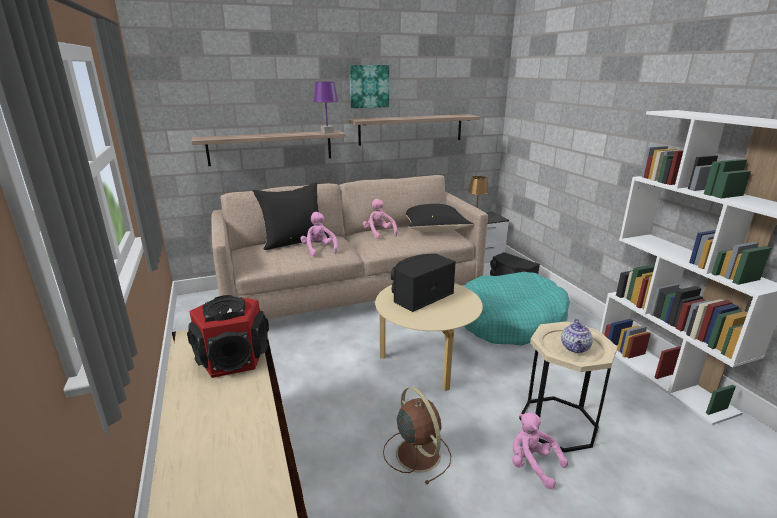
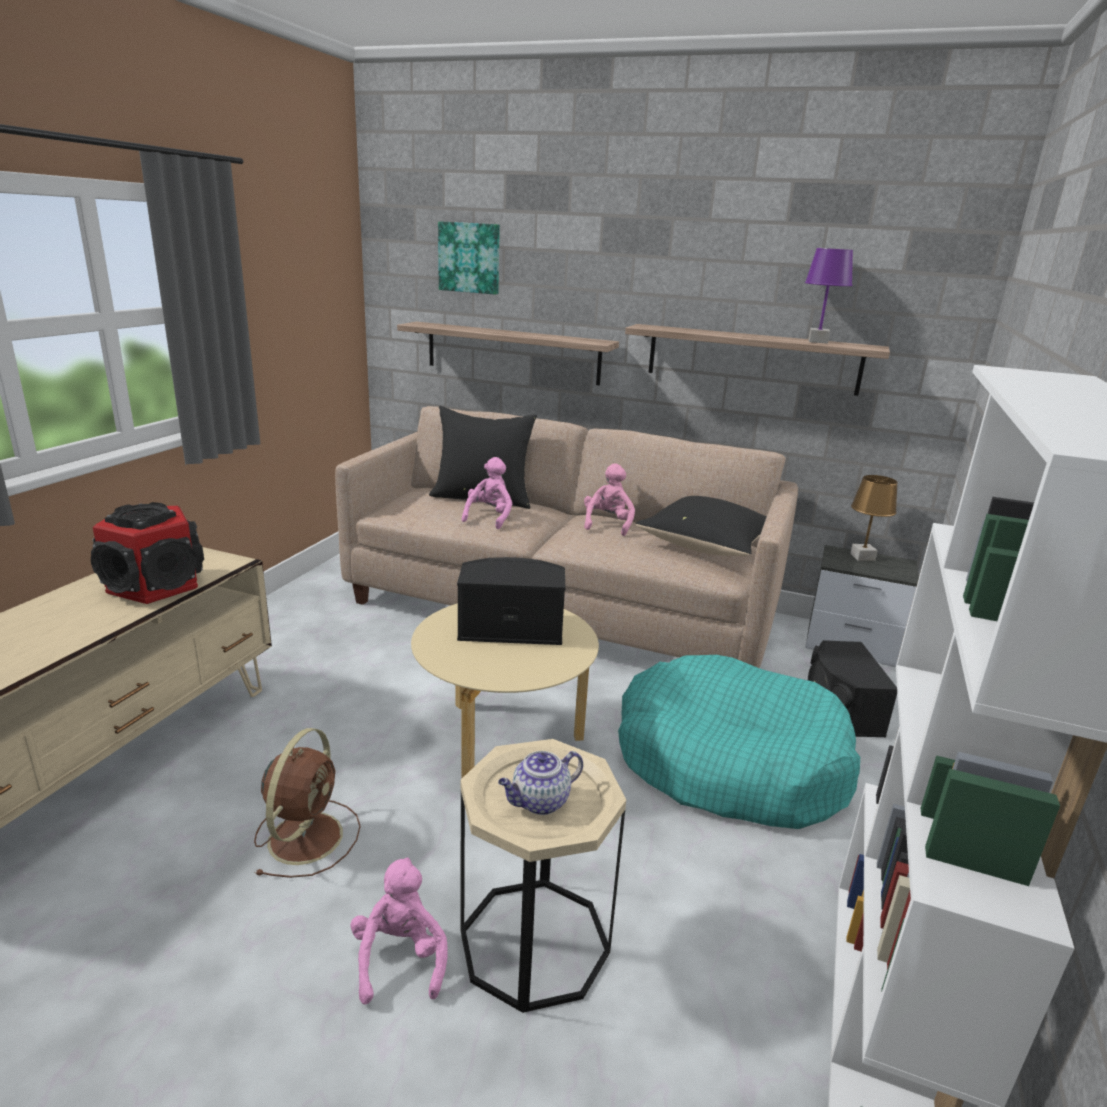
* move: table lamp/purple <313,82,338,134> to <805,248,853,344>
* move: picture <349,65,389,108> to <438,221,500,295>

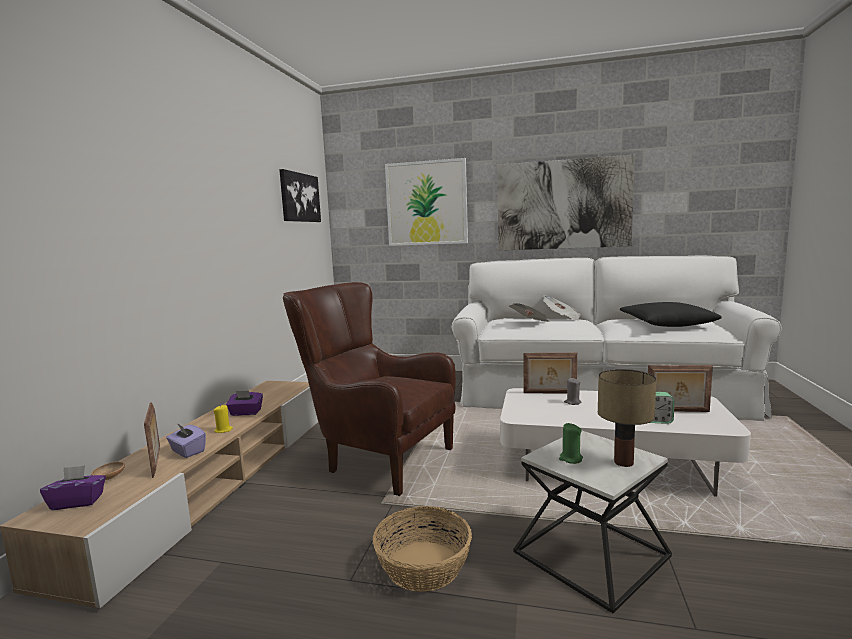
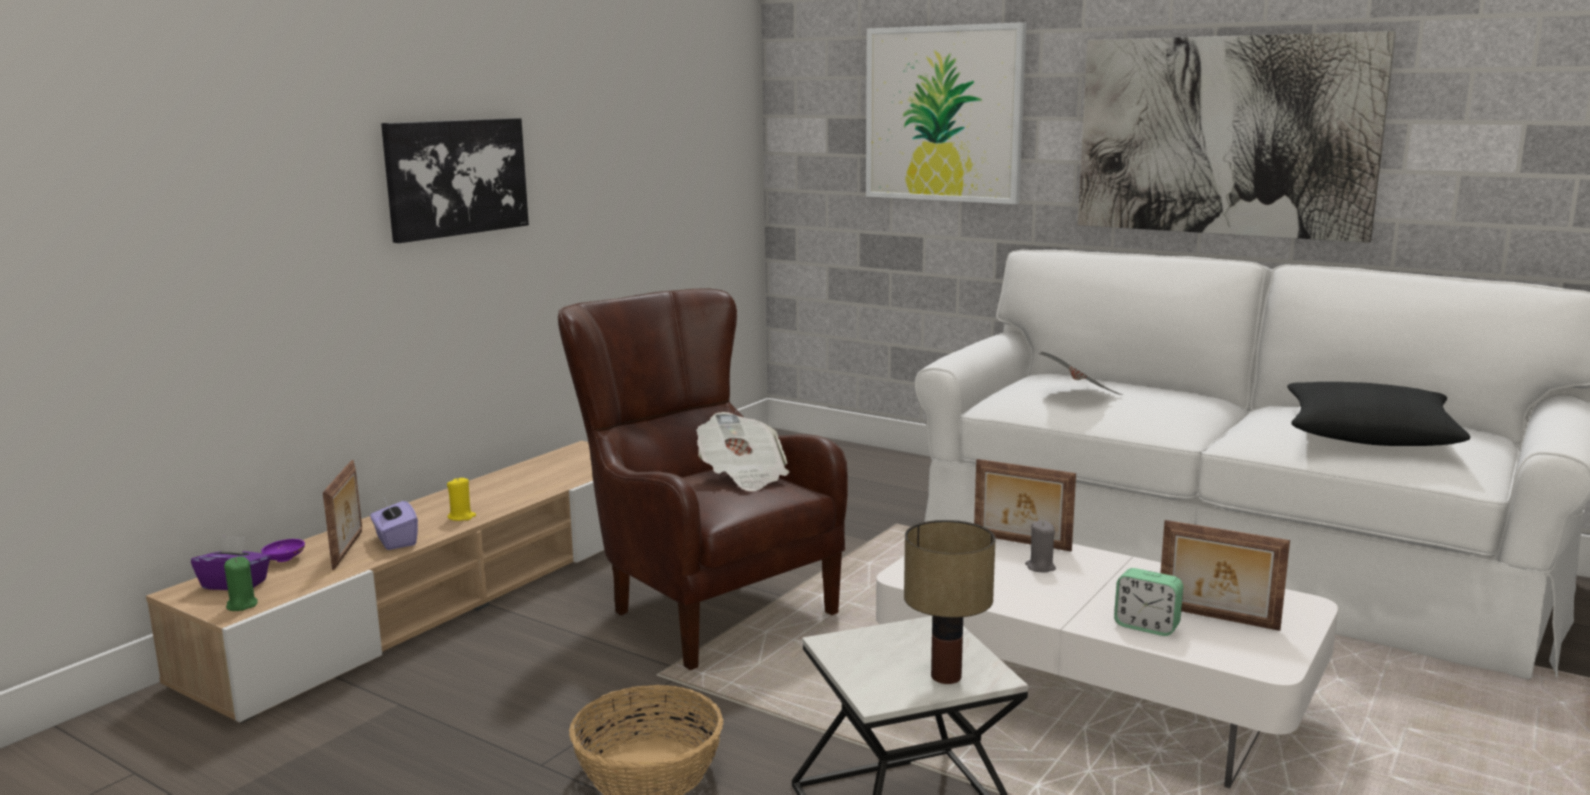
* delete: tissue box/purple <226,391,263,416>
* move: picture <279,169,321,222> to <381,118,529,243>
* move: newspaper <543,295,581,320> to <696,412,789,492>
* move: candle/green <559,423,583,464> to <224,556,258,611>
* recolor: bowl/brown <91,462,125,480> to bowl/purple <261,539,305,562>

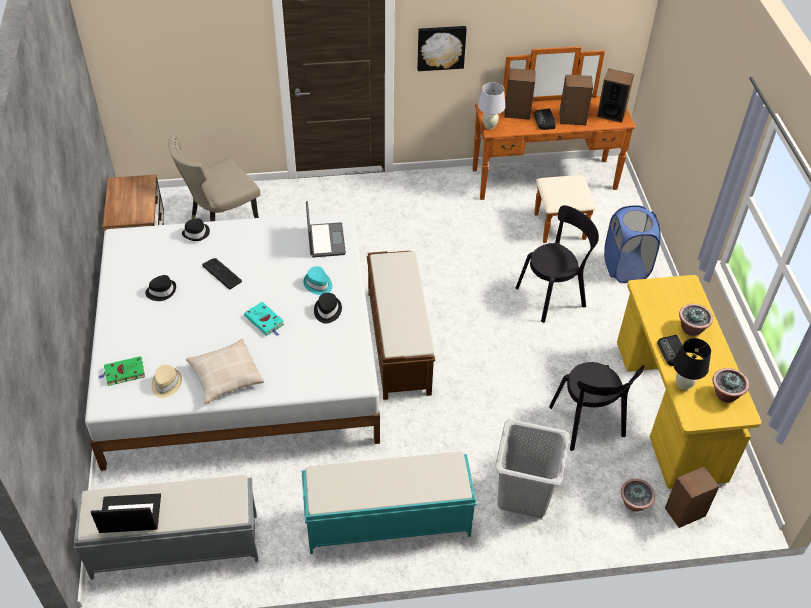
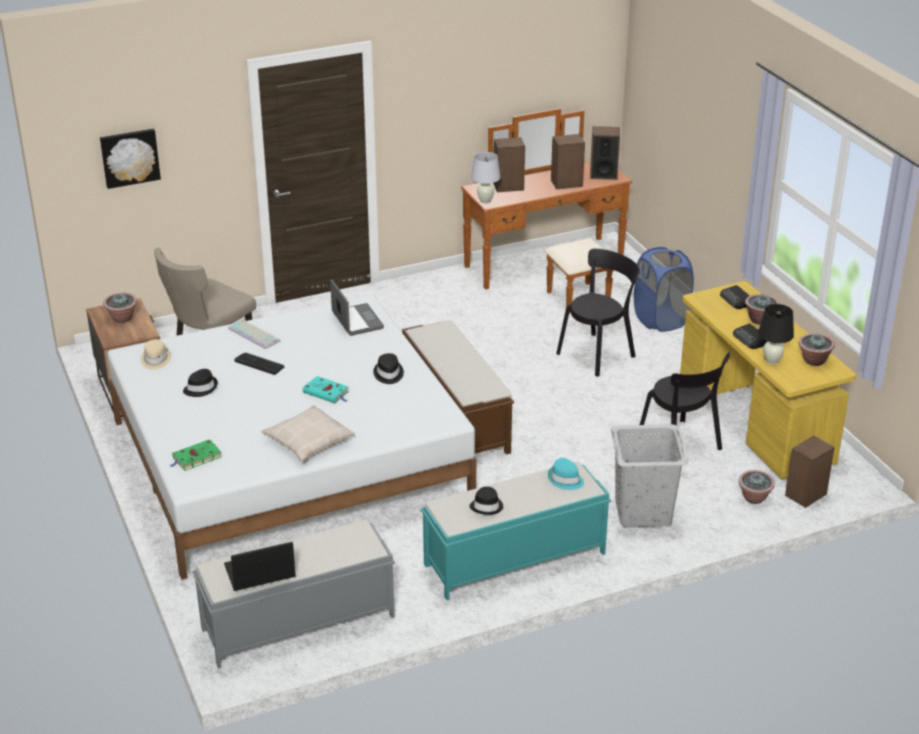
* insert: potted plant <103,292,137,323>
* insert: keyboard <228,319,280,349>
* move: hat/beige <152,365,182,398> to <141,339,171,370>
* move: hat/black <182,218,210,241> to <470,487,503,515>
* move: hat/turquoise <304,266,332,295> to <548,458,584,490>
* move: picture <417,26,467,71> to <100,129,161,189>
* move: radio <534,108,556,130> to <720,285,750,309>

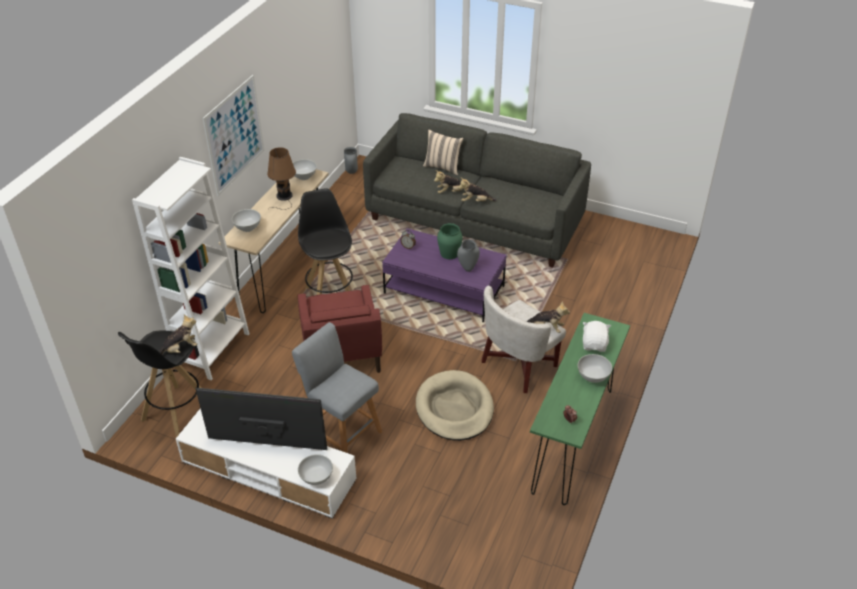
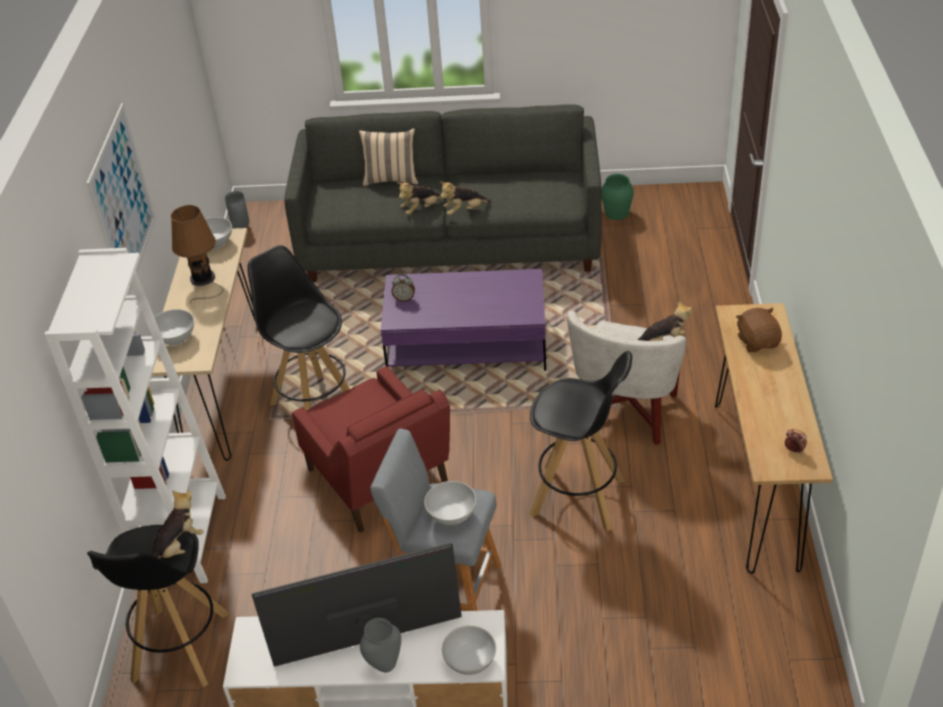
* move: vase/green <437,223,463,259> to <601,174,634,220>
* move: vase/grey <457,240,480,272> to <360,618,401,672>
* move: bowl/white <578,354,612,383> to <424,481,477,525>
* replace: dog bed/beige <416,370,494,441> to stool/black <529,351,632,531>
* recolor: console table/green <530,313,630,505> to console table/brown <715,303,833,574>
* recolor: plush toy/white <583,321,611,352> to plush toy/brown <736,308,782,352>

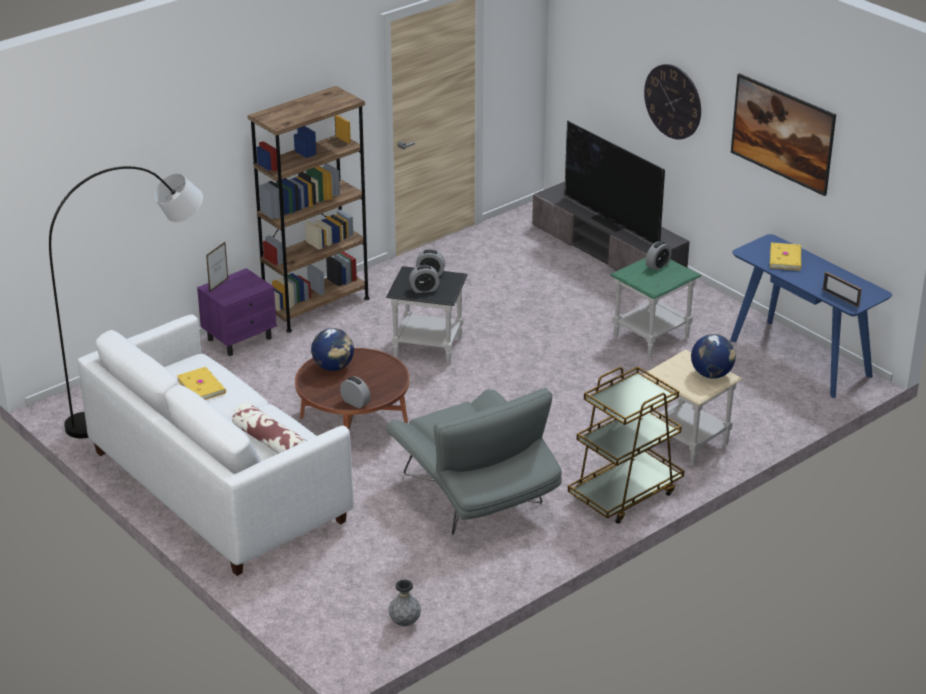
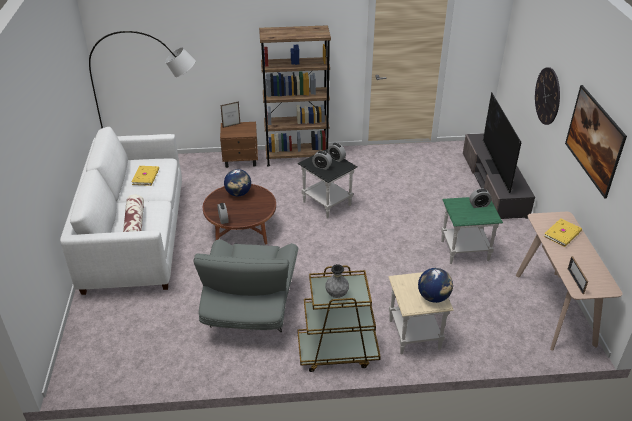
* move: vase/grey <388,580,421,626> to <325,264,349,298>
* recolor: nightstand/purple <197,268,277,356> to nightstand/brown <220,122,258,168>
* recolor: console table/blue <730,234,892,398> to console table/beige <516,212,623,351>

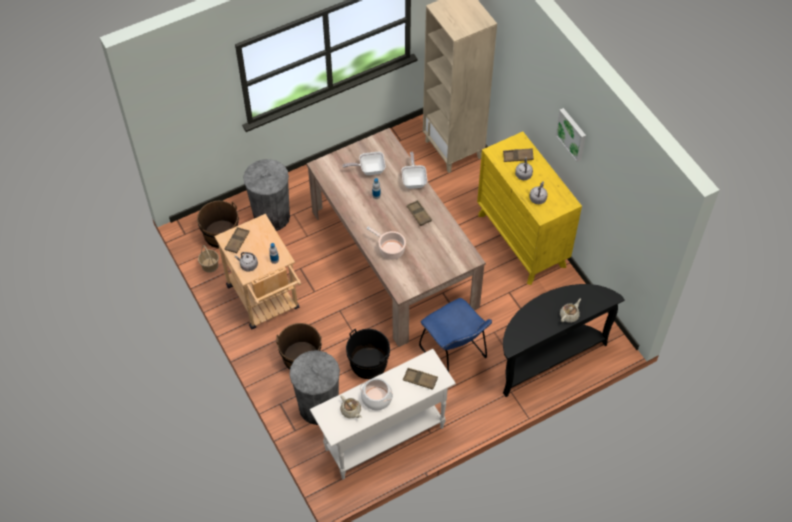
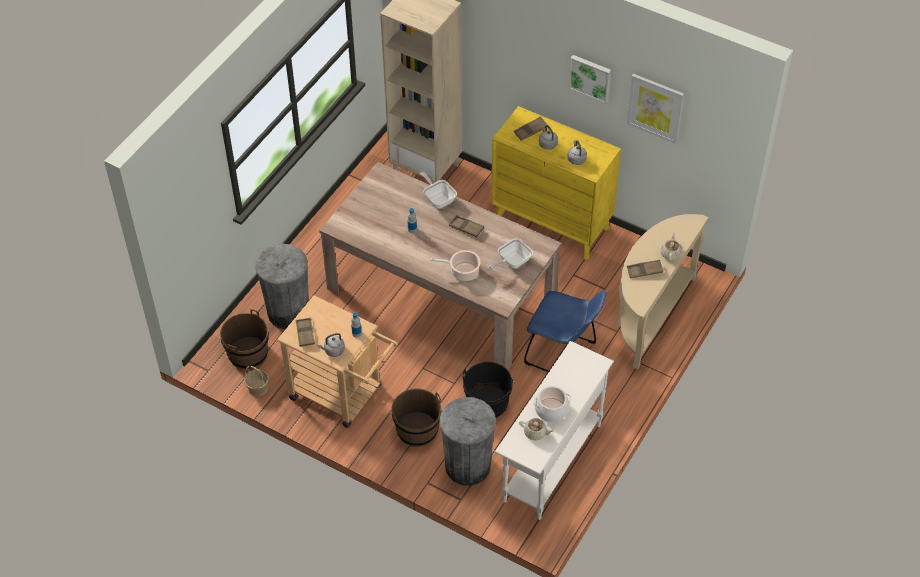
* insert: picture <627,74,684,144>
* move: frying pan <342,152,386,175> to <488,238,533,271>
* move: tray/brown <403,368,438,390> to <627,260,663,278>
* recolor: console table/black <503,284,625,397> to console table/beige <616,214,709,369>

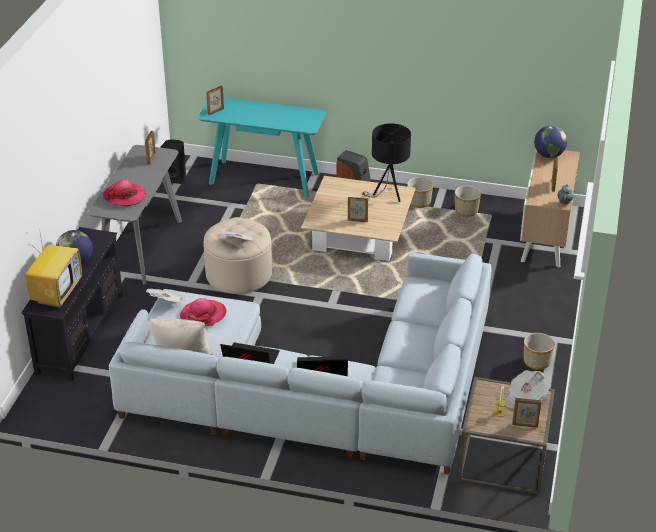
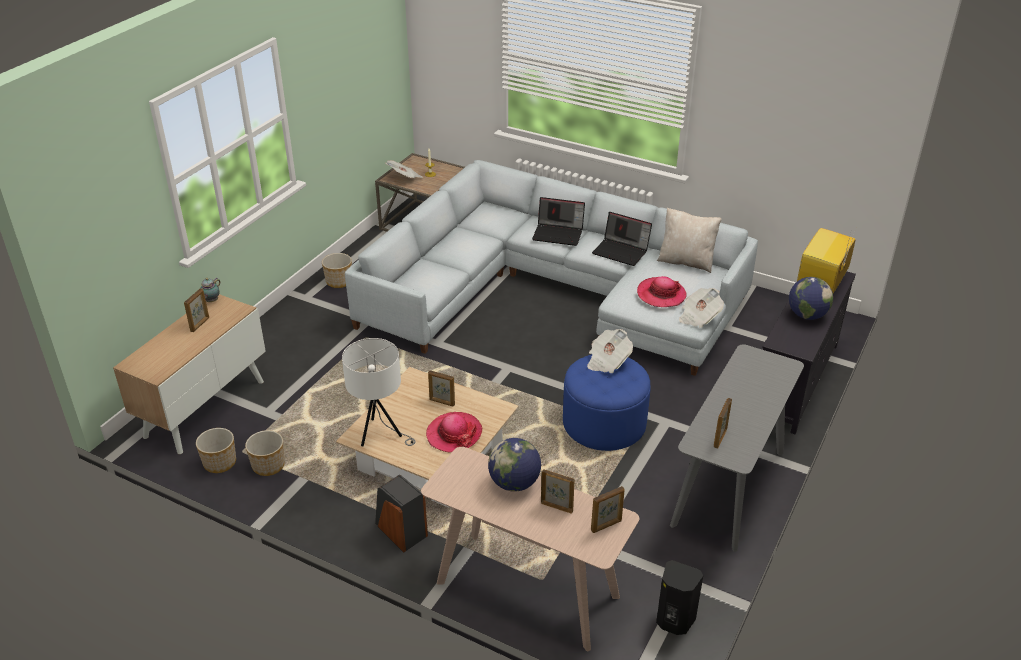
* move: hat <103,180,146,207> to <426,412,483,453>
* move: planter <407,177,433,208> to <196,428,236,473>
* move: picture frame <512,398,541,428> to <541,469,575,514>
* move: globe <534,126,567,158> to <488,438,541,492>
* recolor: console table/turquoise <198,98,326,197> to console table/beige <421,447,639,651>
* recolor: ottoman/beige <203,217,272,294> to ottoman/blue <563,354,651,451>
* recolor: table lamp/black <362,123,411,202> to table lamp/white <342,338,416,446>

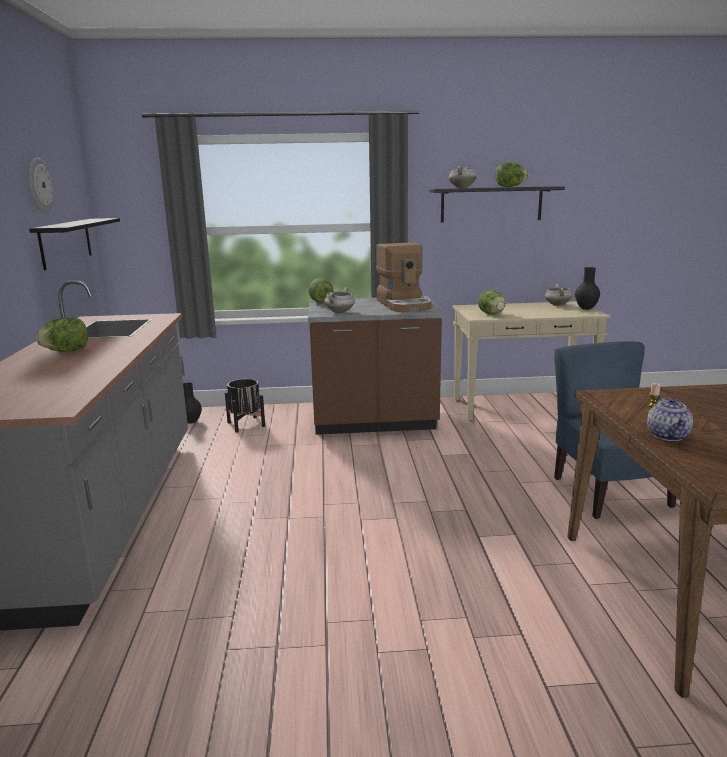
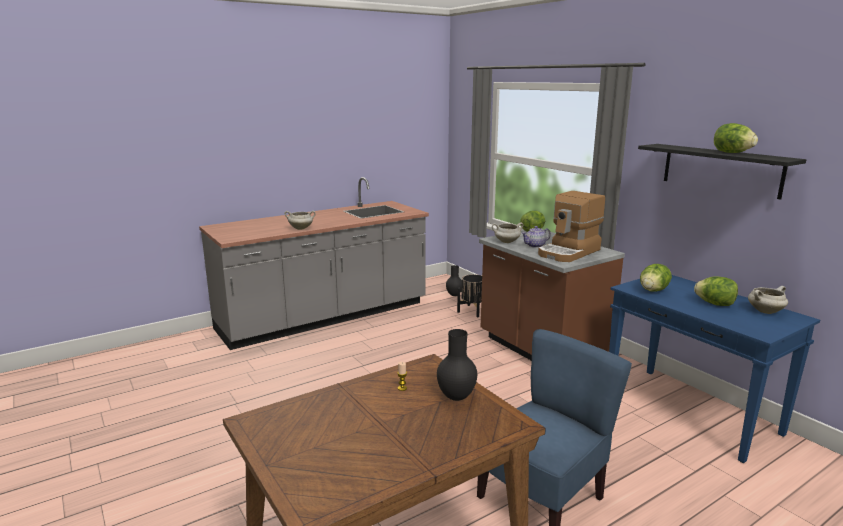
* delete: wall clock <29,158,54,213>
* delete: shelf/black <29,218,120,270>
* move: lettuce <36,317,88,352> to <694,276,738,306>
* move: cooking pot/white <448,166,477,188> to <284,211,316,230>
* move: vase/black <575,267,600,310> to <437,329,477,401>
* move: teapot <647,396,693,441> to <522,226,551,248>
* recolor: console table/beige <453,301,611,421> to console table/blue <609,275,820,463>

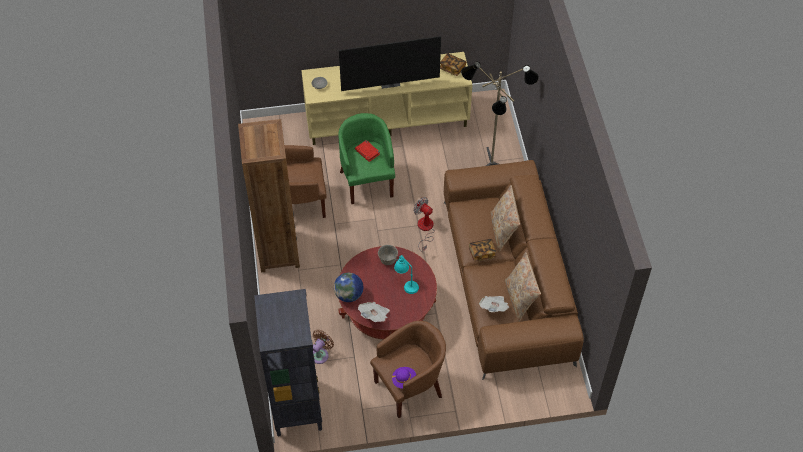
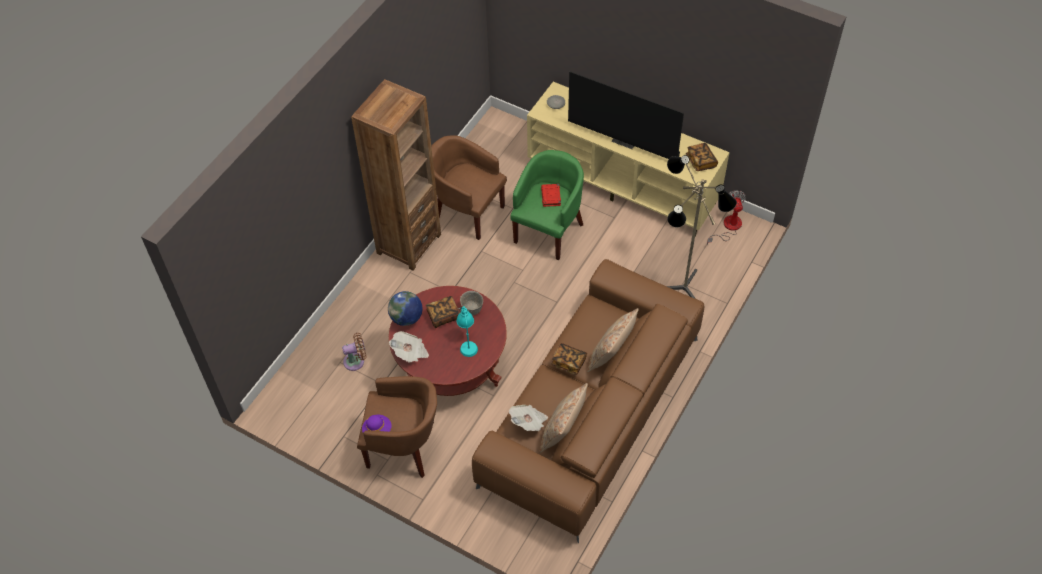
* delete: bookcase/black <254,289,322,437>
* insert: book <426,296,460,328>
* move: fan <414,197,435,252> to <707,190,746,245>

